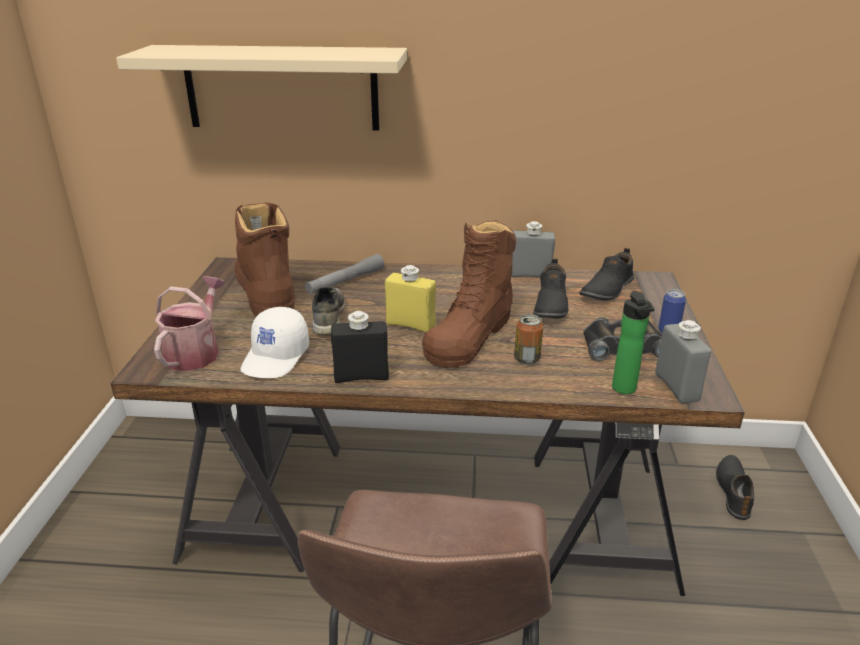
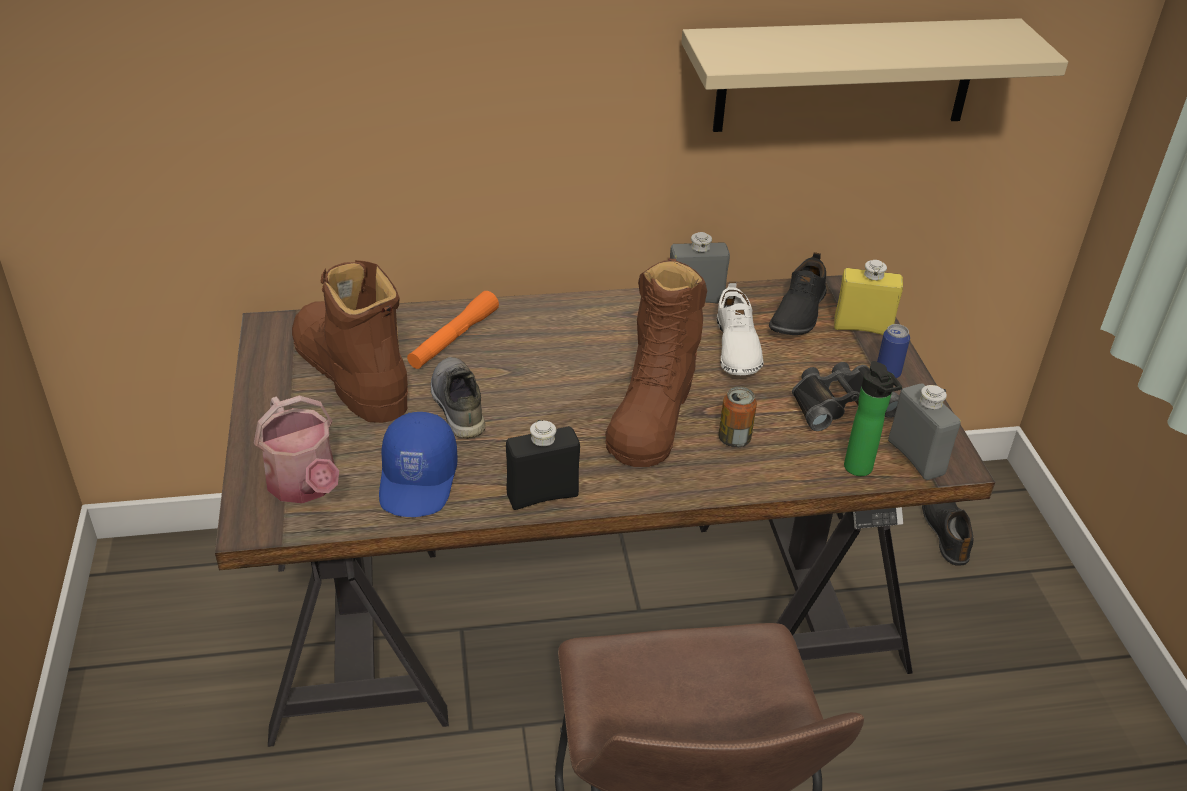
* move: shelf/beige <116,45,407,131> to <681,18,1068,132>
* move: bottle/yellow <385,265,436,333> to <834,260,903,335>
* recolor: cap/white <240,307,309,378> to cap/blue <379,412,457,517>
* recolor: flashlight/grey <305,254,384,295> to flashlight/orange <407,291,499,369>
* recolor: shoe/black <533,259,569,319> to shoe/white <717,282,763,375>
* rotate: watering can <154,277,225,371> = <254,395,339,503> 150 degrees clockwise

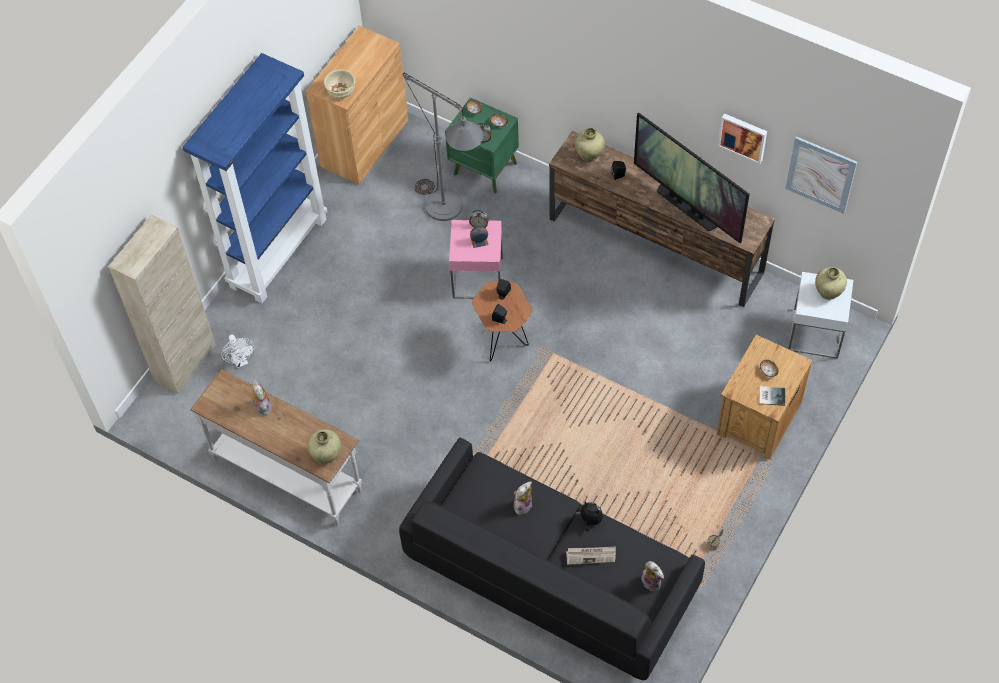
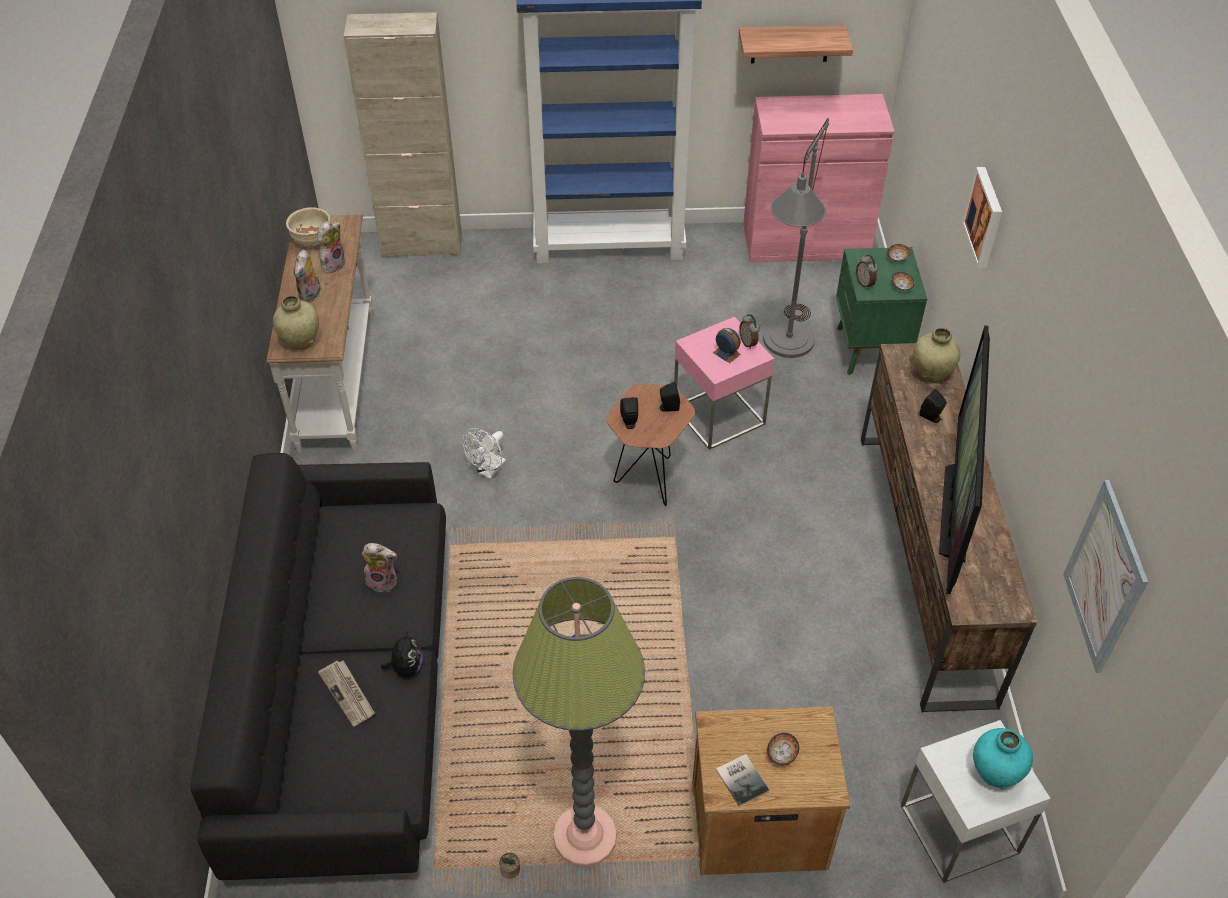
* insert: floor lamp <512,577,645,868>
* insert: shelf <739,25,853,63>
* move: fan/white <221,334,255,368> to <462,428,506,479>
* move: bowl/beige <324,69,355,99> to <286,208,330,246>
* move: plush toy <641,561,664,591> to <294,250,321,303>
* move: picture <718,113,767,164> to <962,167,1002,268>
* recolor: cabinet/brown <306,26,408,184> to cabinet/pink <743,94,895,262>
* recolor: vase/beige <815,267,847,300> to vase/turquoise <973,728,1033,790>

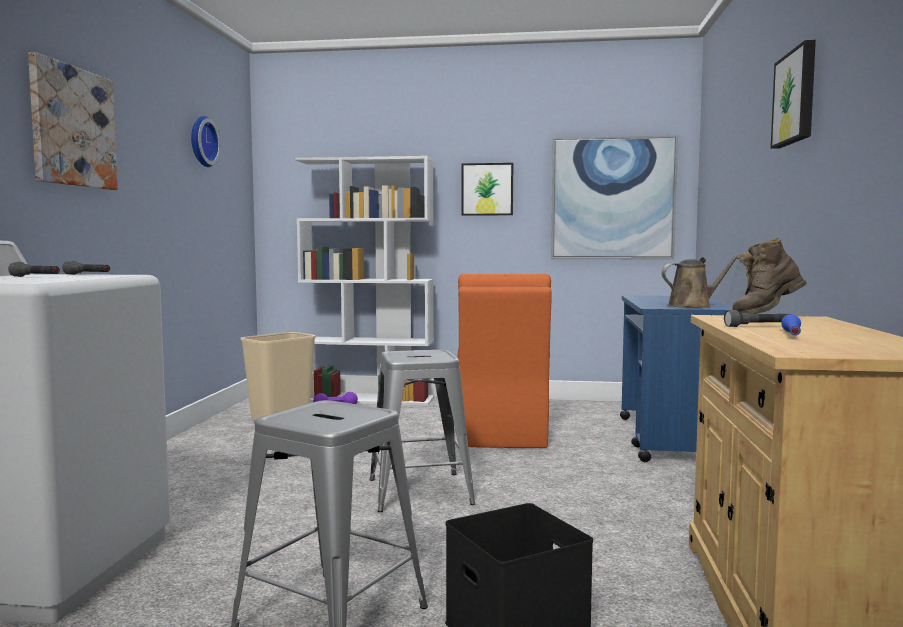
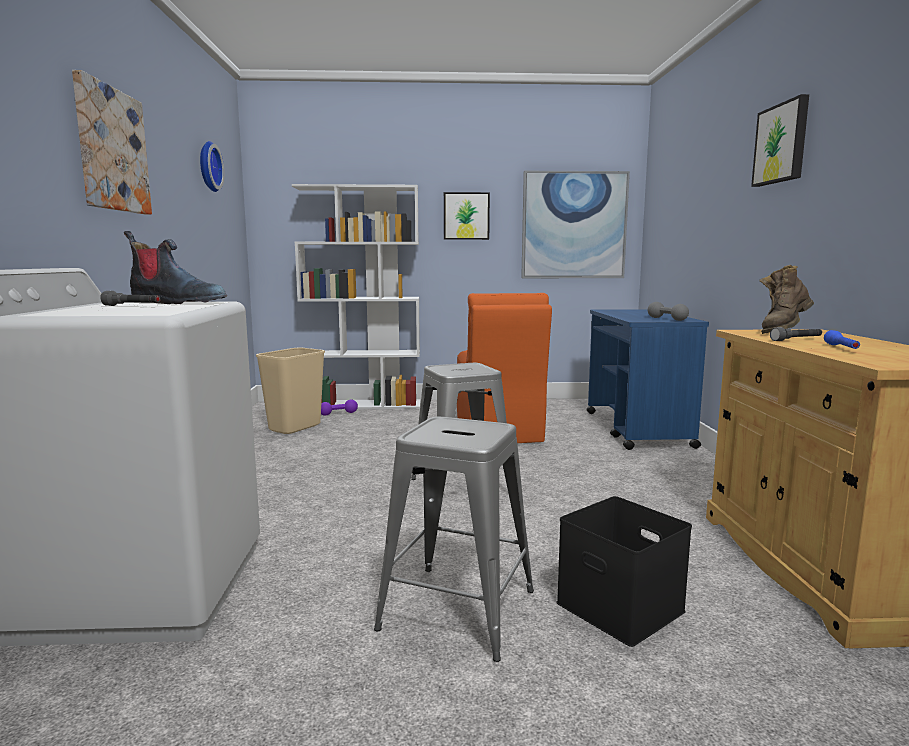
* replace: flashlight/grey <62,261,110,275> to boot <124,231,227,304>
* replace: watering can/brown <661,253,742,308> to dumbbell/grey <648,302,689,321>

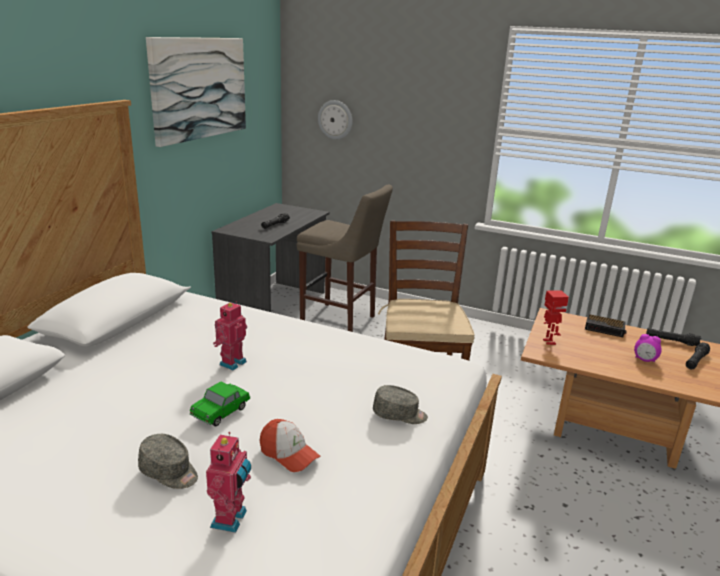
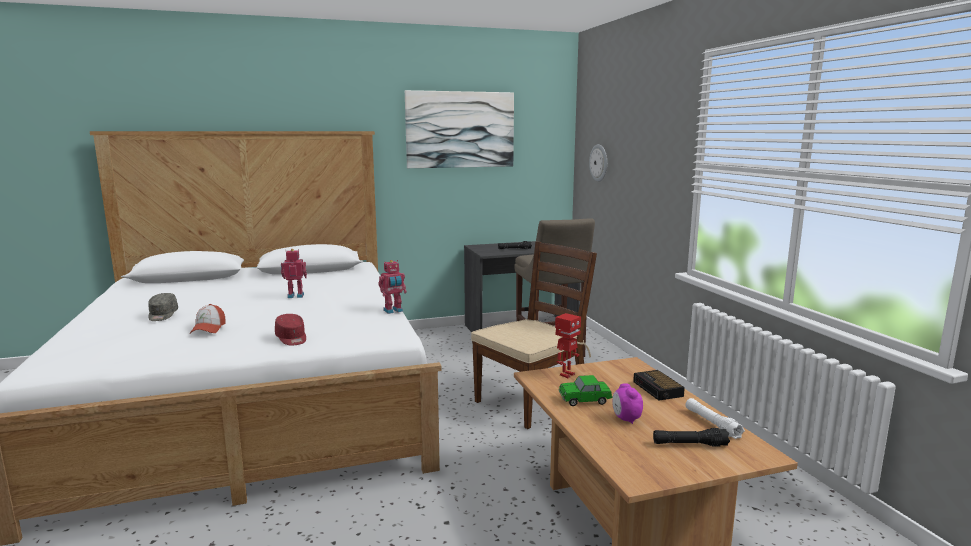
* move: toy car <190,382,250,426> to <559,375,613,406>
* move: toy robot <206,432,251,533> to <378,260,407,314>
* recolor: cap/grey <373,385,428,424> to cap/red <275,314,306,346>
* recolor: flashlight/black <646,328,701,346> to flashlight/white <685,398,745,439>

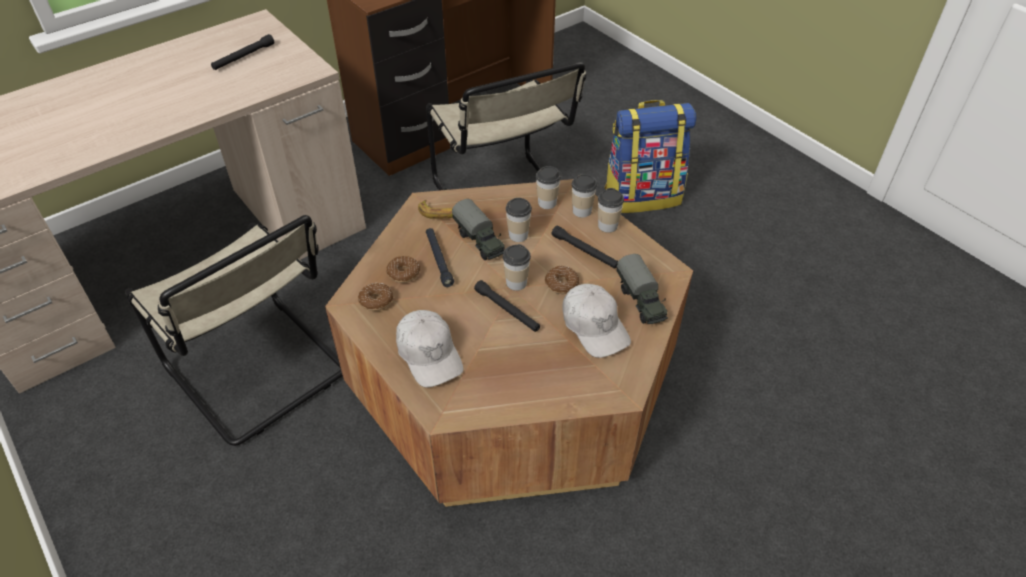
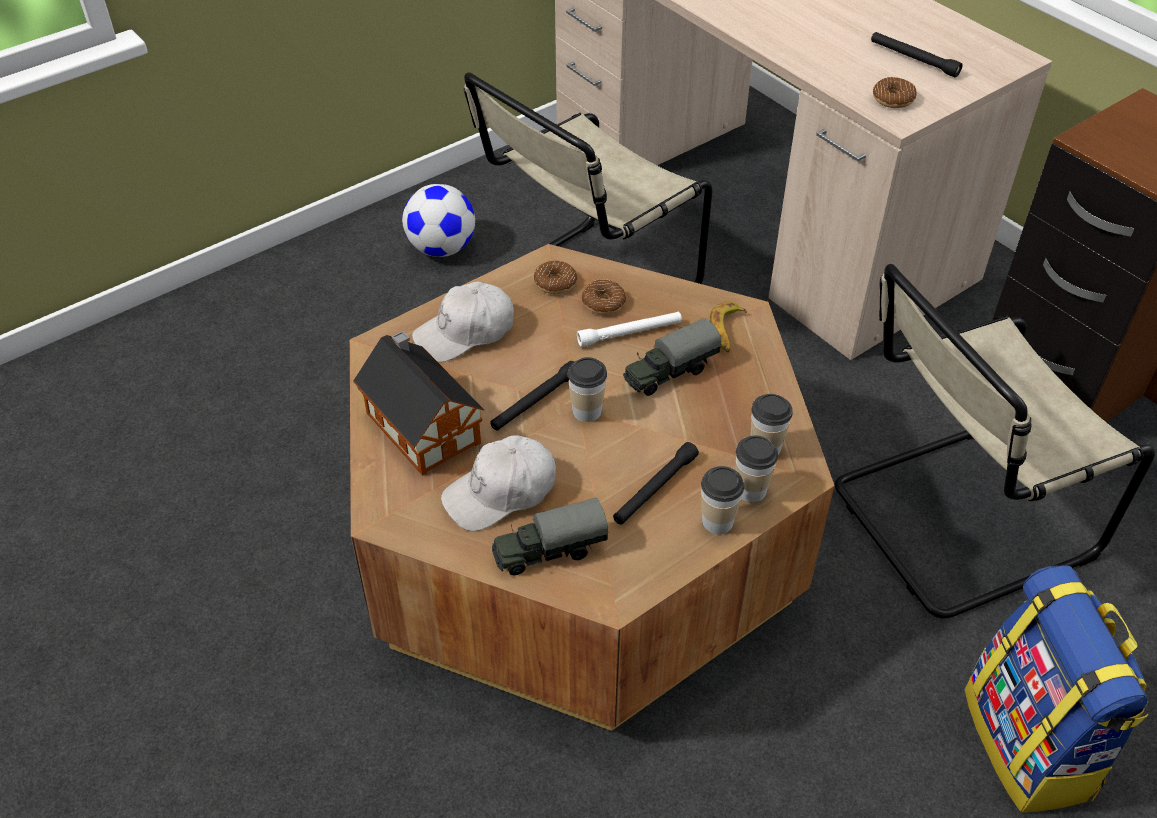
* delete: cup <505,198,532,242>
* insert: toy house <353,331,485,476>
* insert: football <402,184,475,257>
* move: donut <545,266,579,294> to <873,77,917,108>
* recolor: flashlight/black <426,228,454,287> to flashlight/white <577,312,682,347>

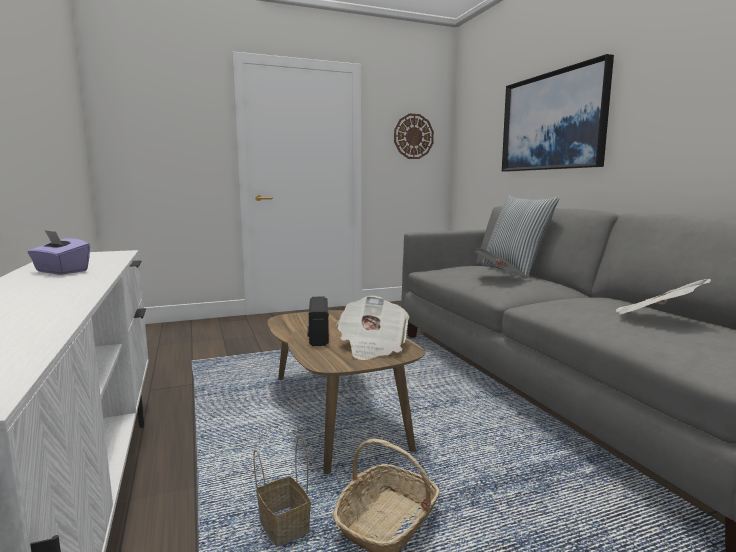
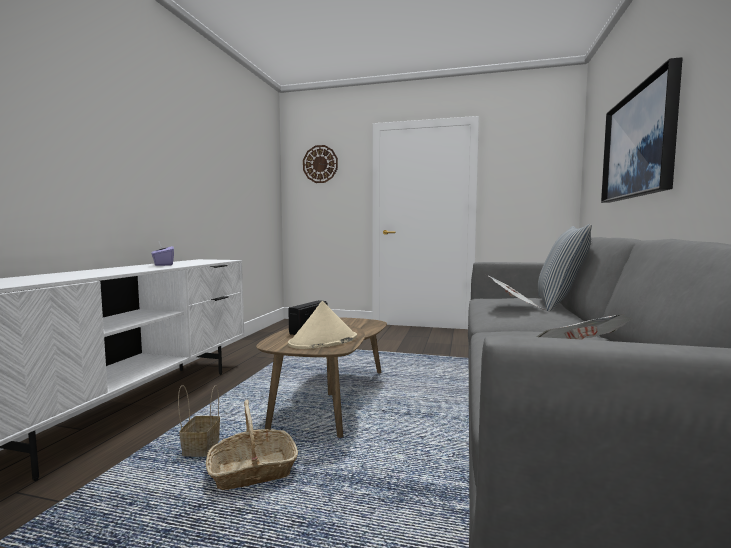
* move: wall clock <394,113,434,159> to <303,145,338,183>
* replace: newspaper <336,296,409,360> to hat/beige <288,301,357,349>

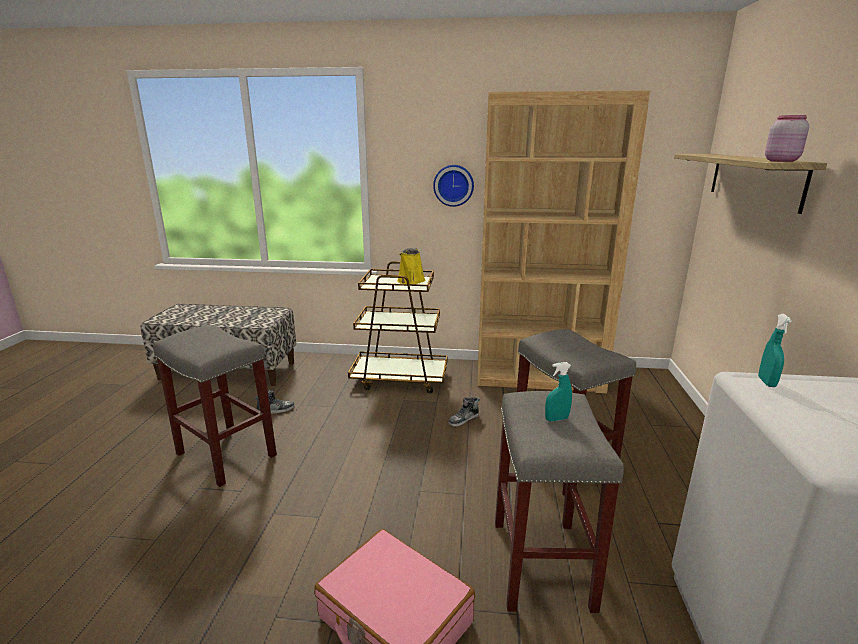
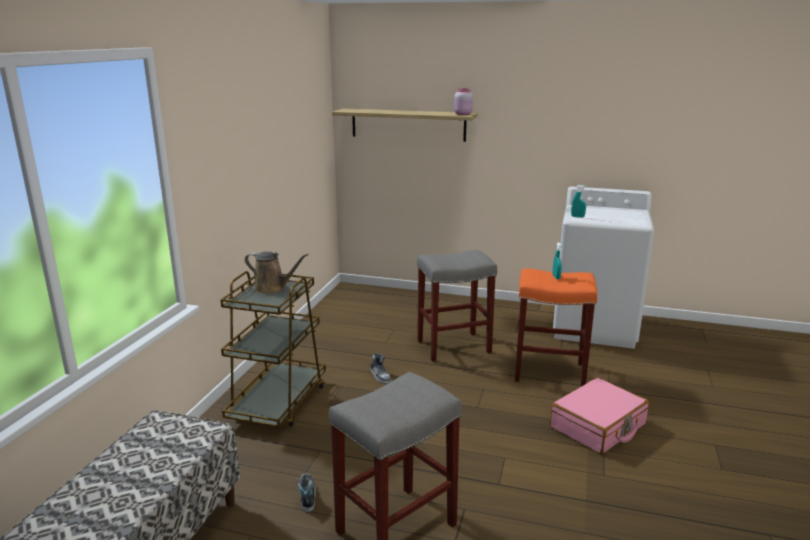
* delete: wall clock <433,165,474,207>
* delete: bookcase/brown <477,90,650,393>
* recolor: watering can/yellow <397,248,425,284> to watering can/brown <245,252,309,294>
* recolor: stool/grey <495,391,624,613> to stool/orange <515,268,597,386>

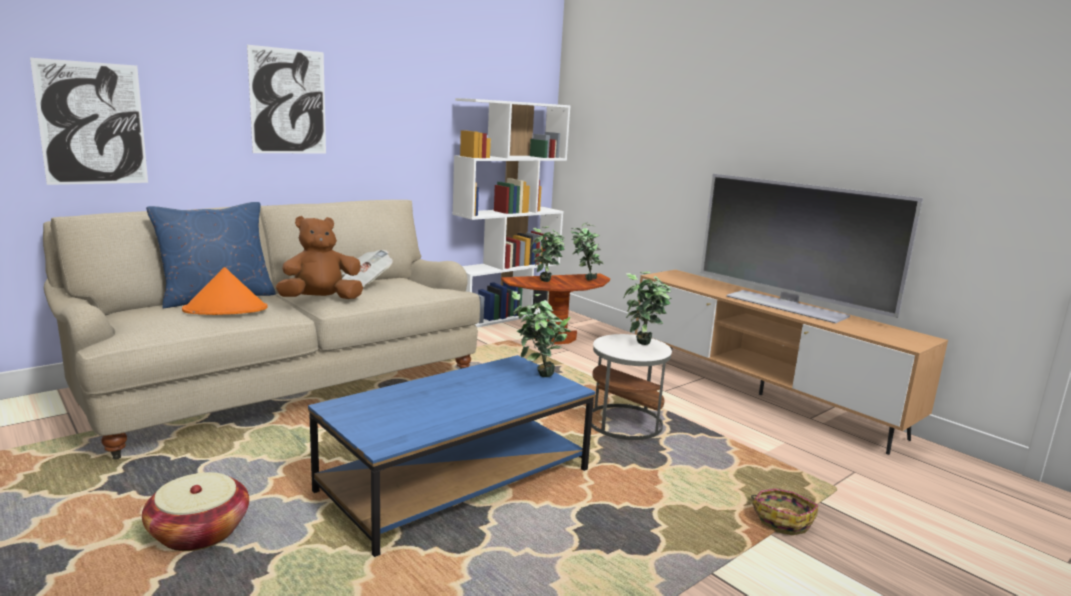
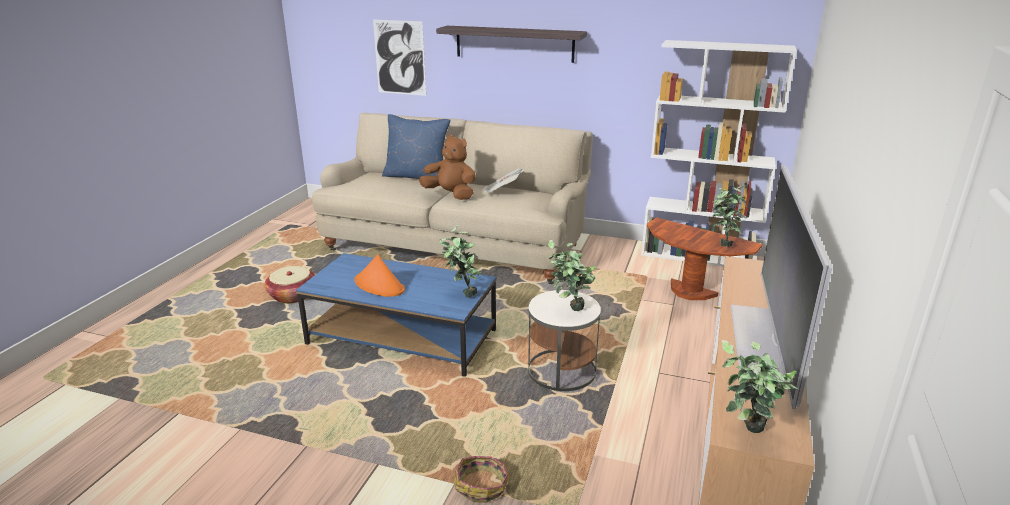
* move: hat/orange <182,267,268,315> to <354,254,405,297>
* move: potted plant <531,226,565,282> to <722,340,798,433>
* replace: picture <247,45,326,153> to shelf <436,26,587,63>

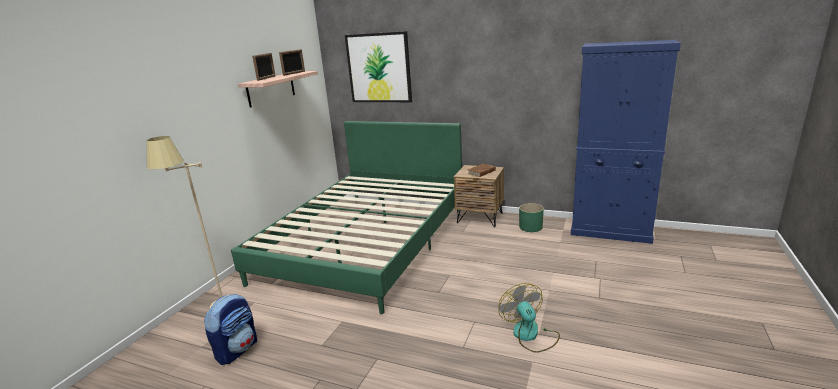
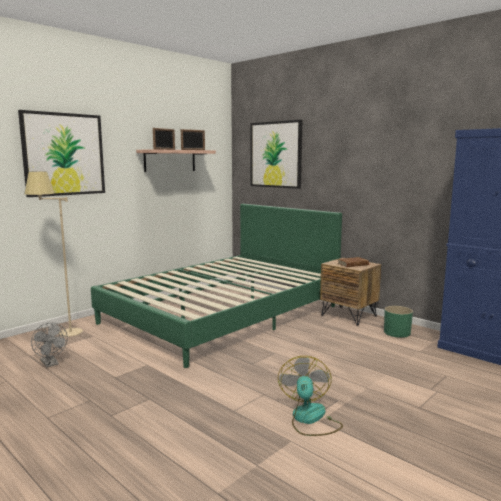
* insert: picture <18,110,105,197>
* replace: backpack <204,294,257,365> to fan/grey <31,323,68,367>

